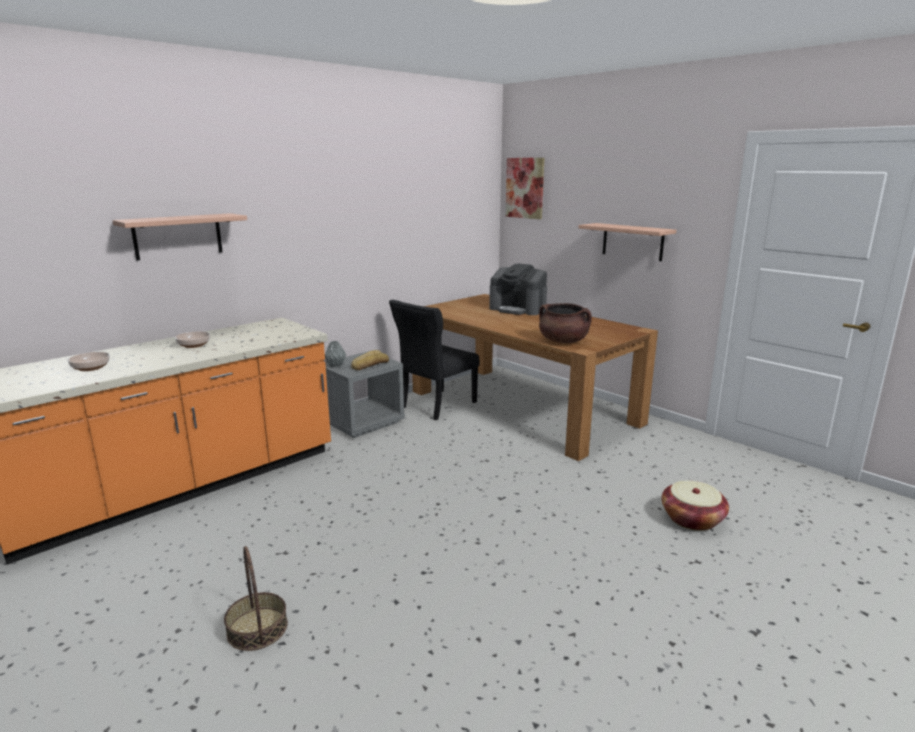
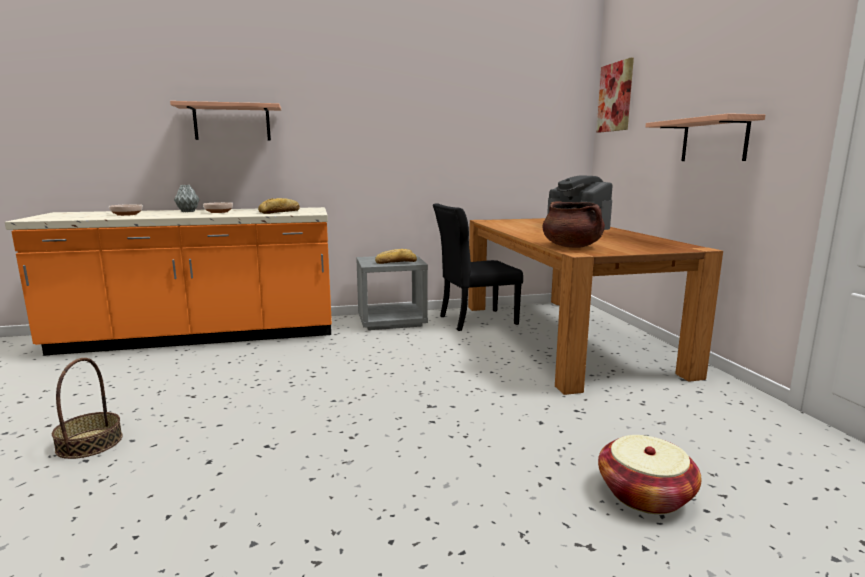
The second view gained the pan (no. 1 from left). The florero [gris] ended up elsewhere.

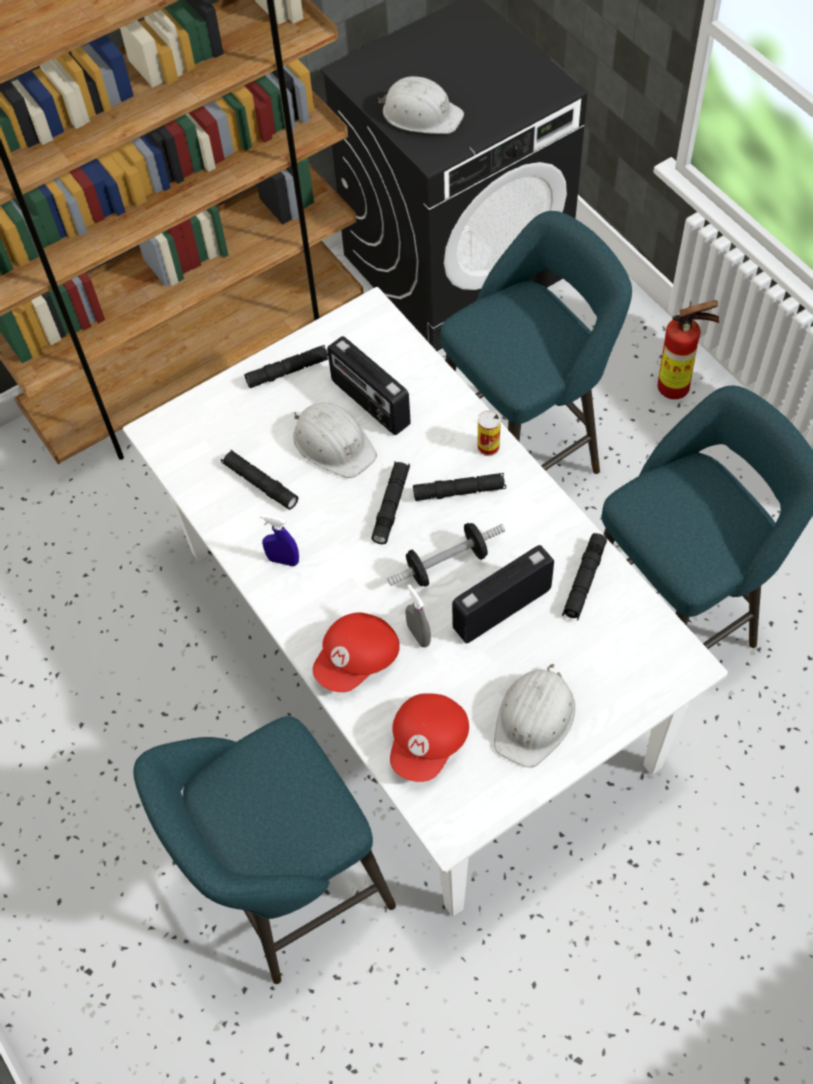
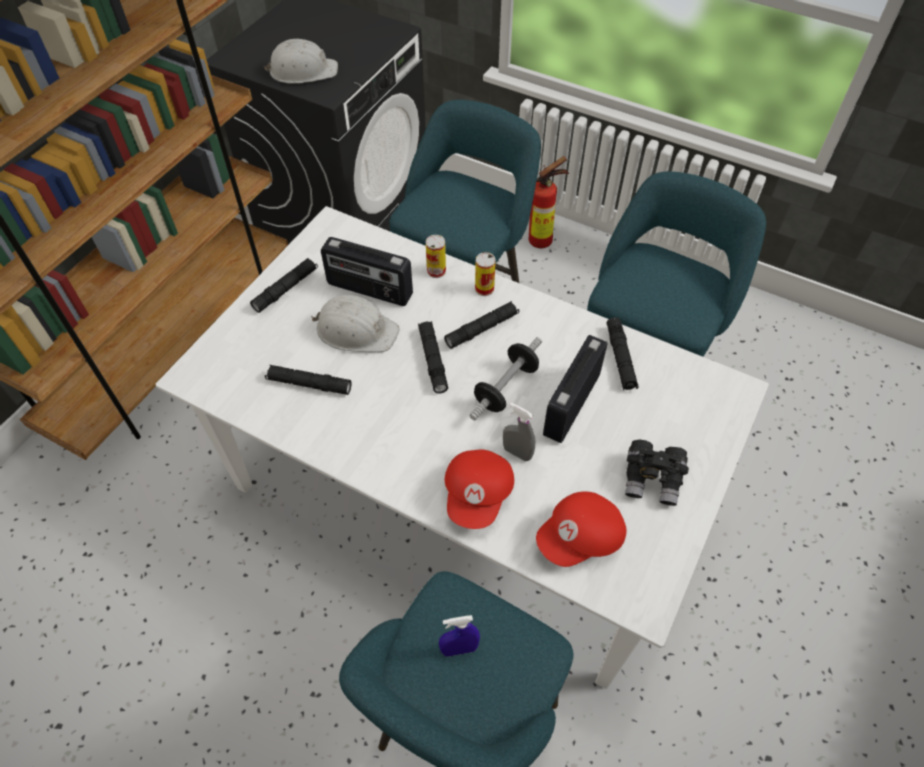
The second view gained the lata (no. 1 from left). The pulverizador [azul] ended up elsewhere. Where the casco [blanco] (no. 3 from left) stood, the prismáticos [negro] came to stand. The gorra [rojo] (no. 2 from left) ended up facing another way, 60 degrees clockwise from before.

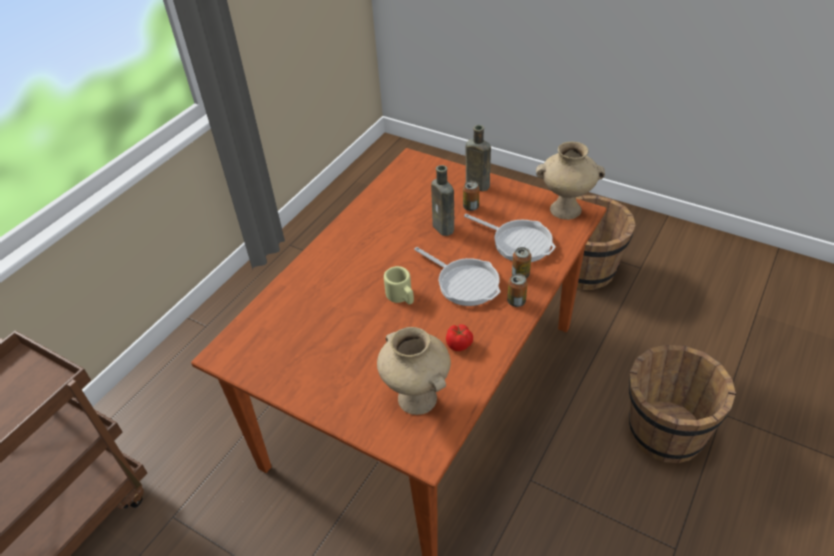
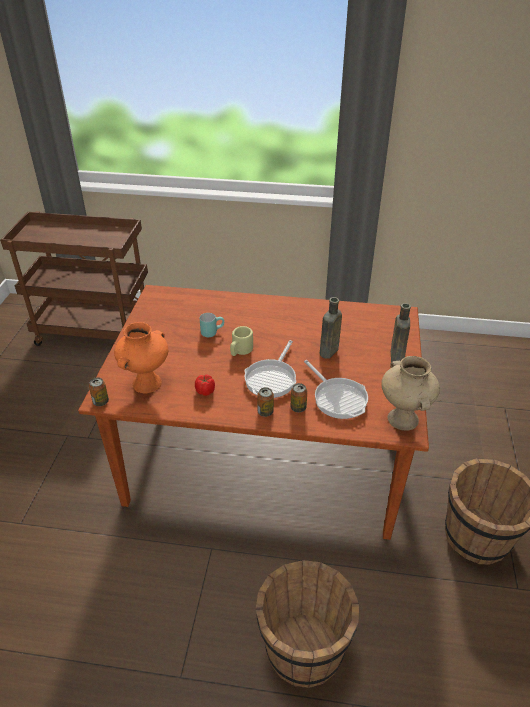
The second view gained the taza grande [turquesa]. The lata (no. 1 from left) ended up elsewhere. What was the florero [beis] (no. 1 from left) turned into the florero [naranja]. The sartén (no. 2 from left) ended up facing another way, 45 degrees counterclockwise from before.

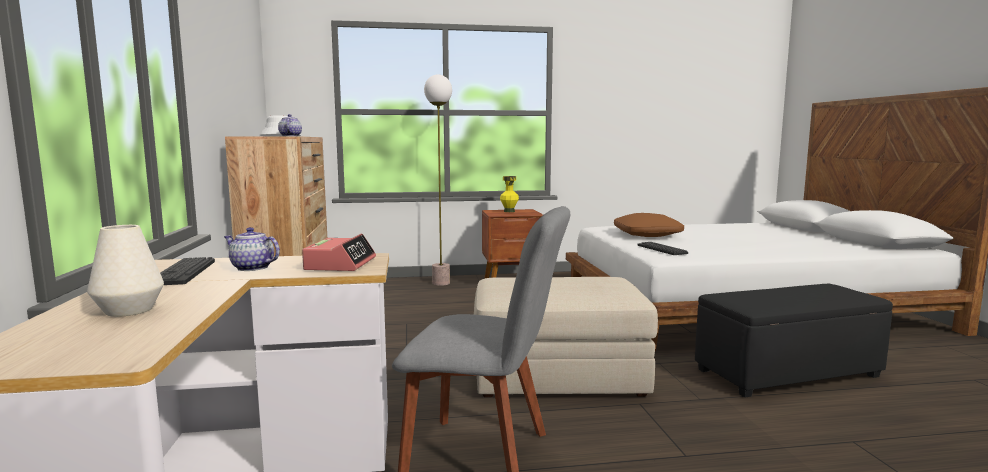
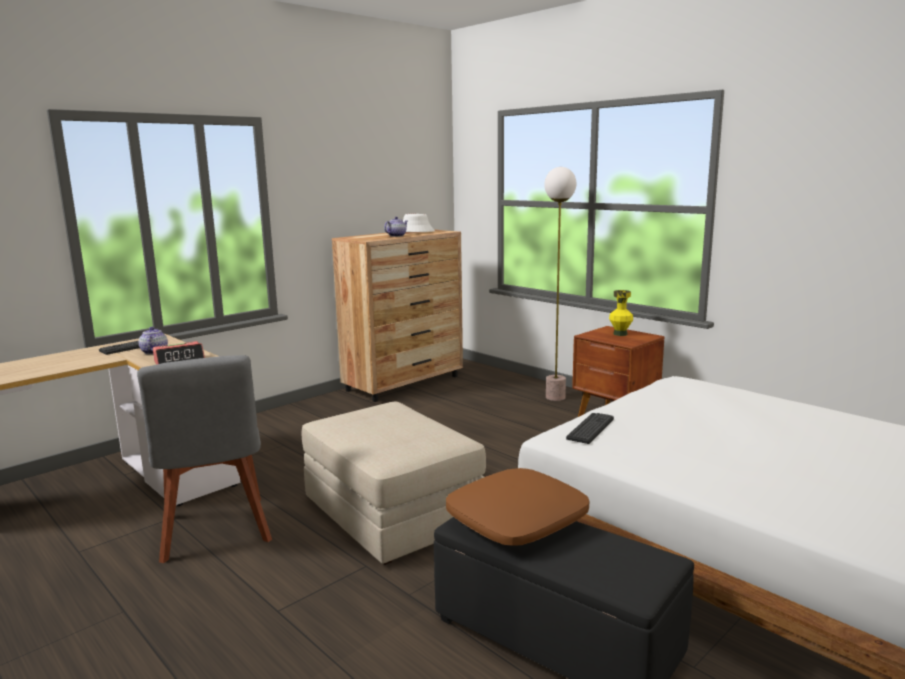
The second view lost the florero [blanco]. The cojín [marrón] ended up elsewhere.

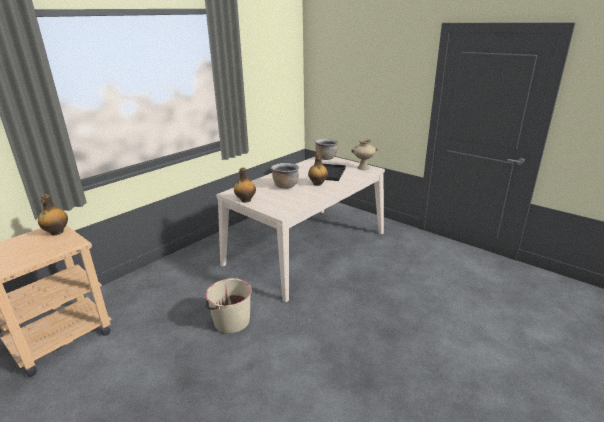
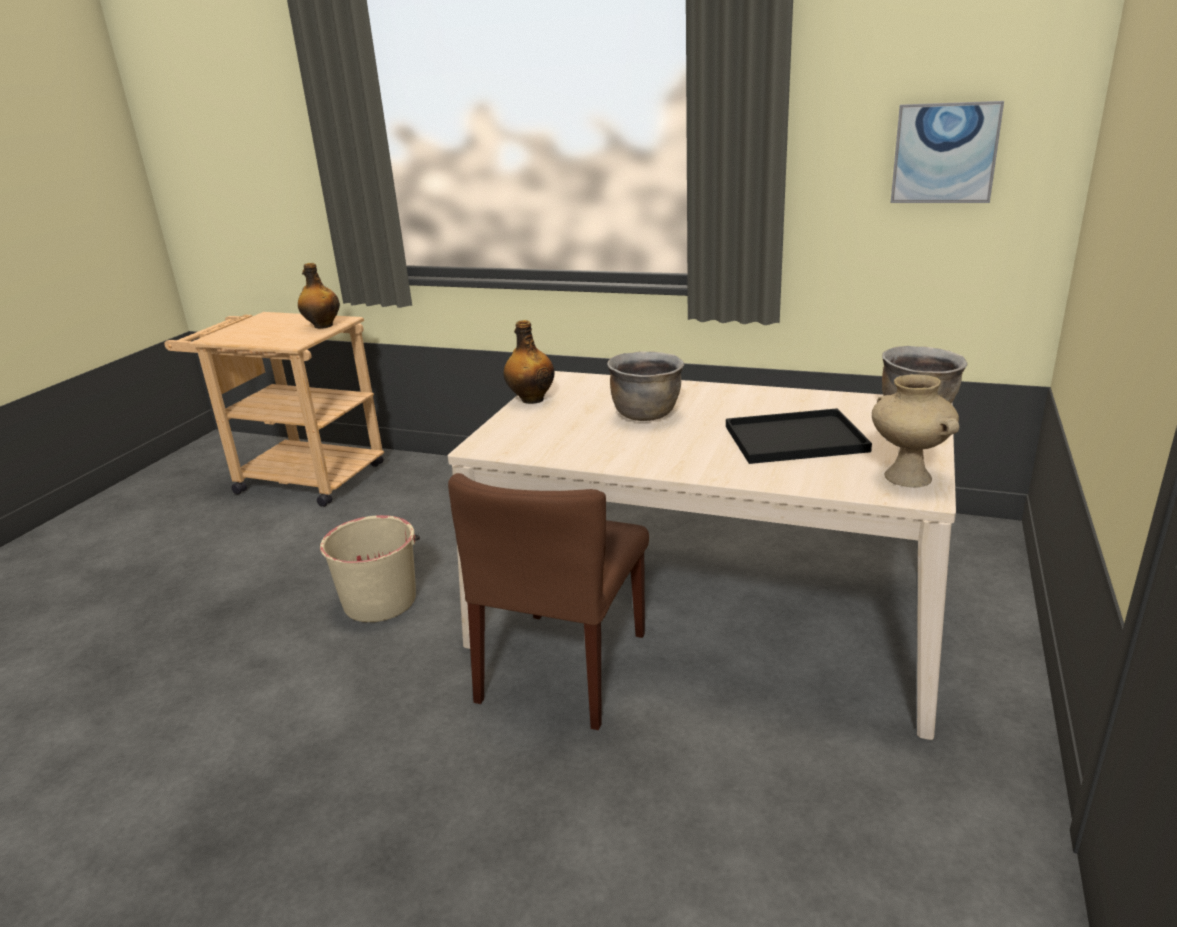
The second view lost the botella (no. 3 from left). The second view gained the silla [marrón]. The second view gained the cuadro.

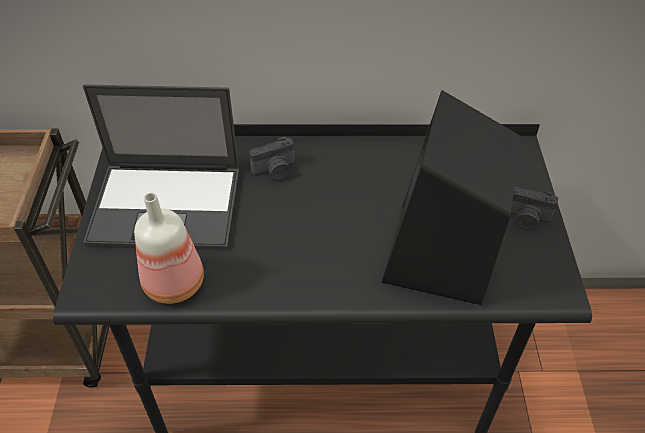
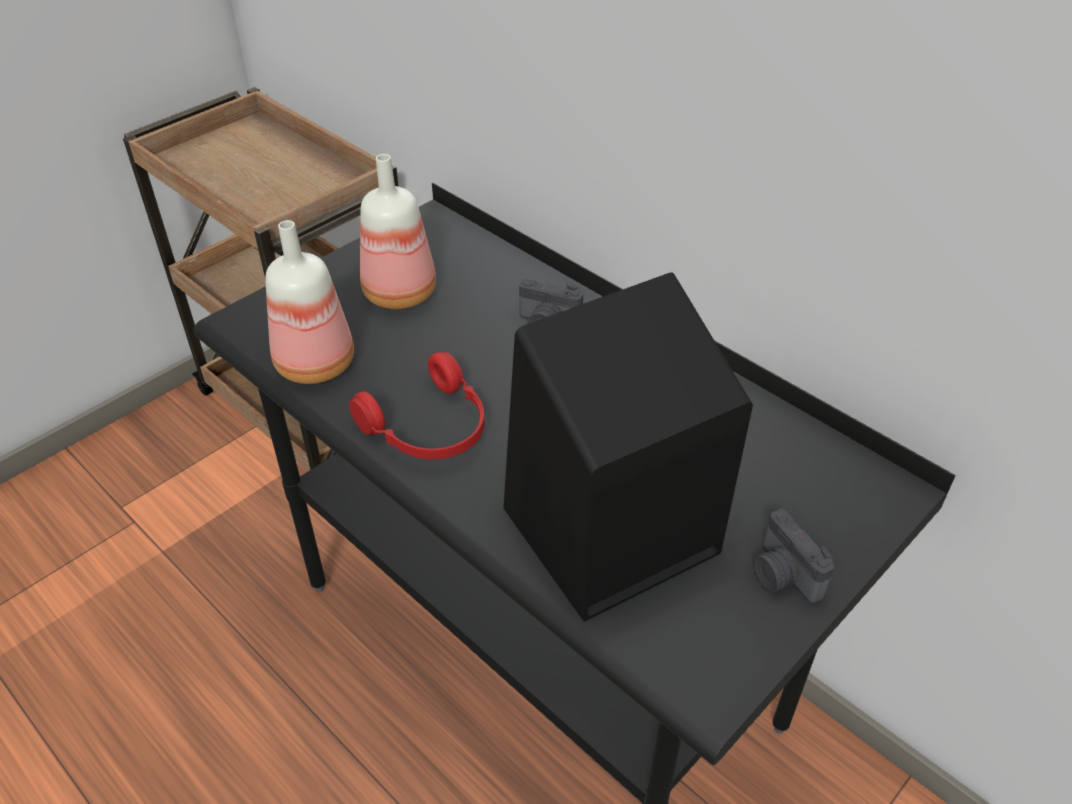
The second view gained the auriculares [rojo]. Where the portátil stood, the botella (no. 2 from left) came to stand.

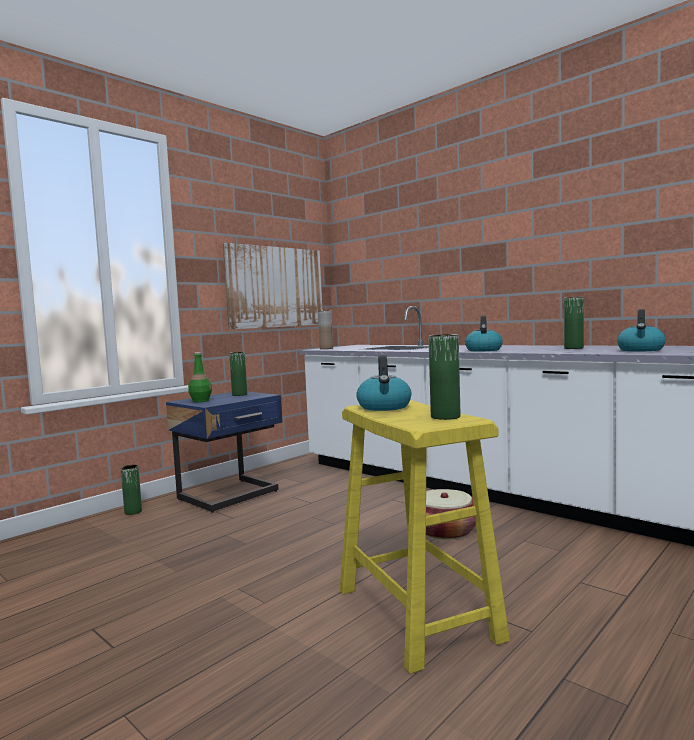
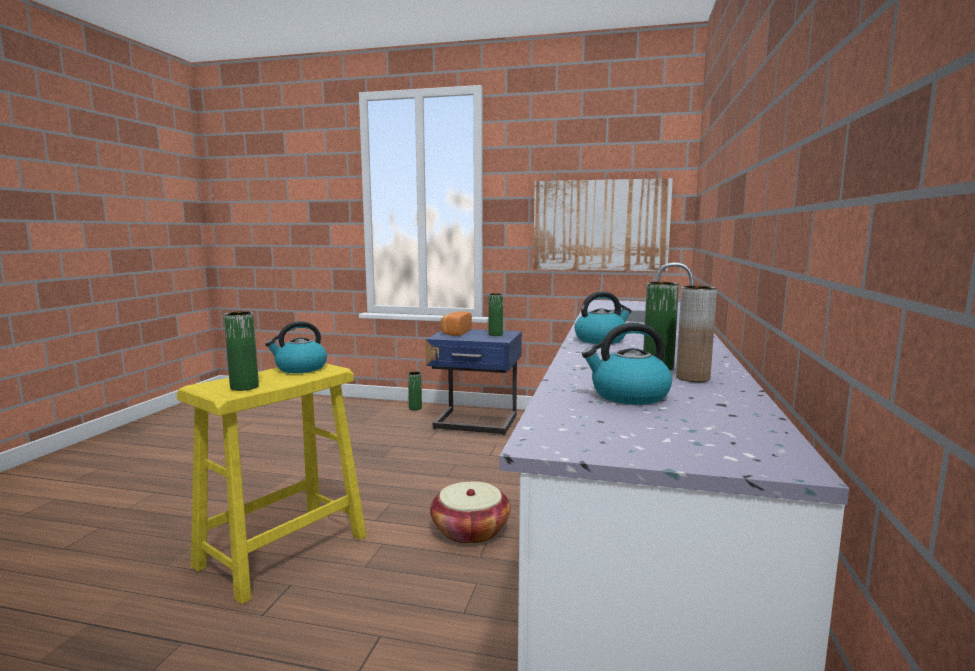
The florero [marrón] ended up elsewhere. Where the botella [verde] stood, the pan came to stand.

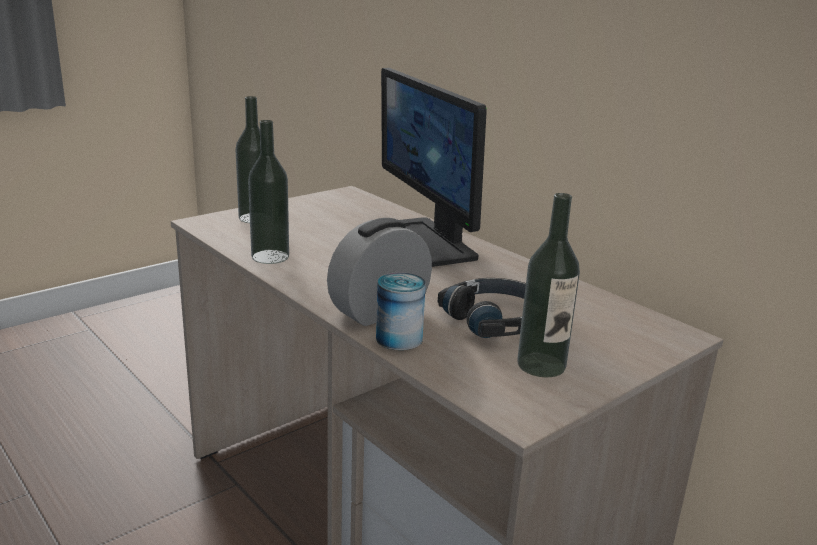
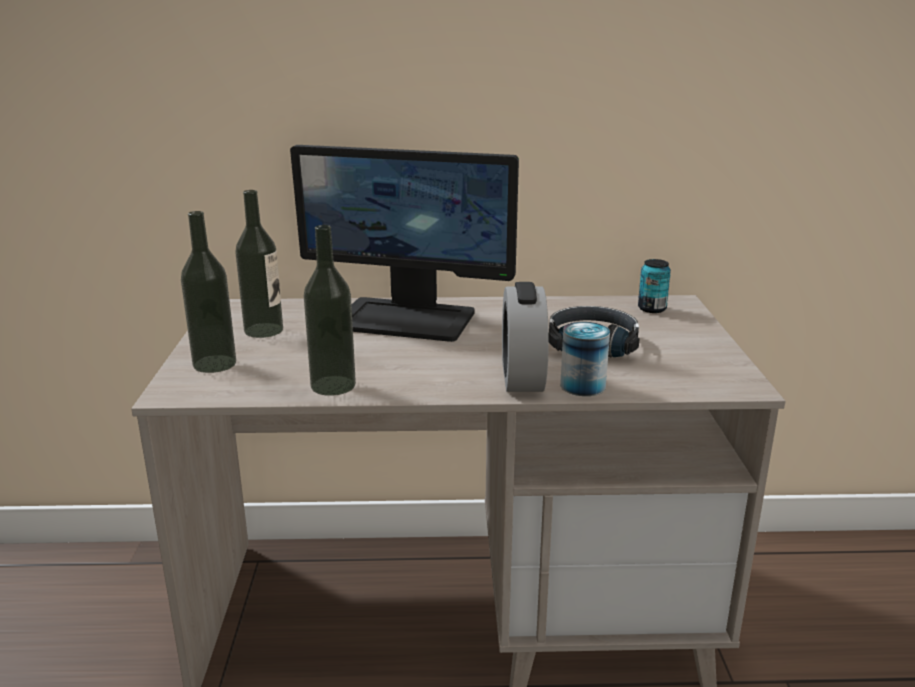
The second view gained the lata (no. 2 from left). The botella (no. 3 from left in the first image) ended up elsewhere.

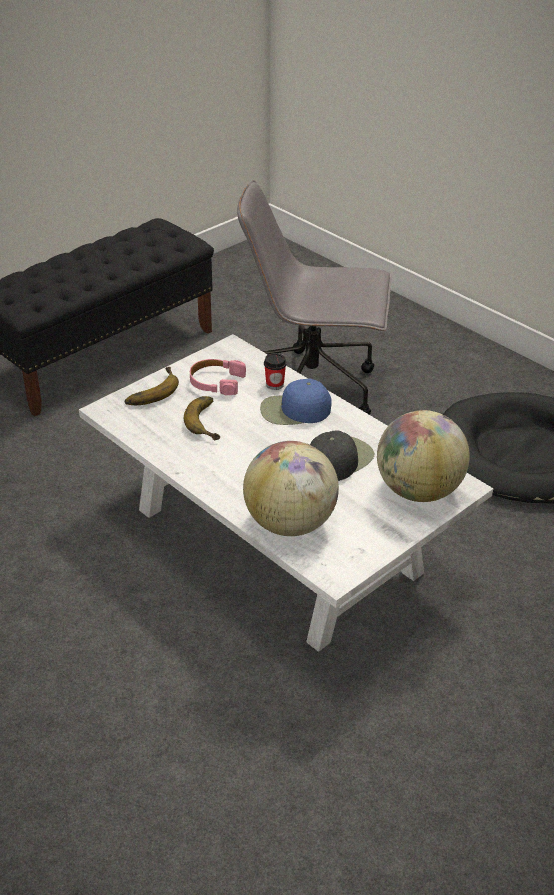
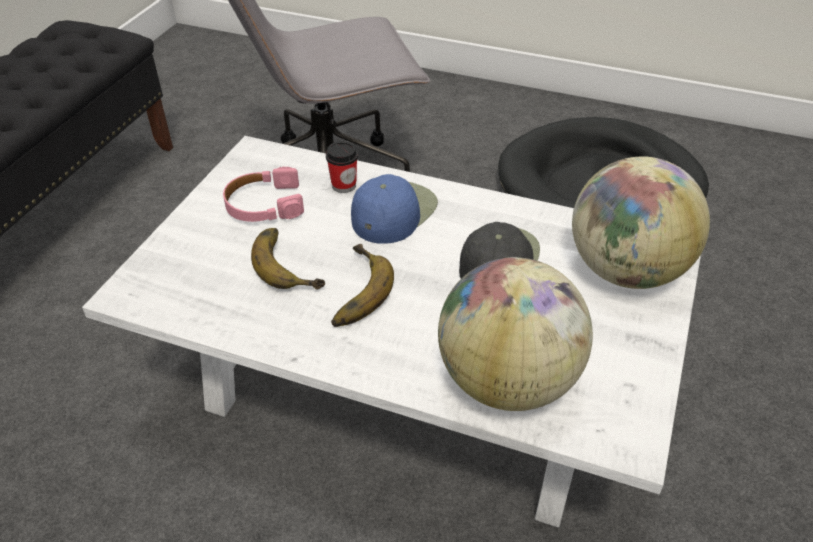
The plátano (no. 1 from left in the first image) ended up elsewhere. The gorra [azul] ended up facing another way, 150 degrees clockwise from before.

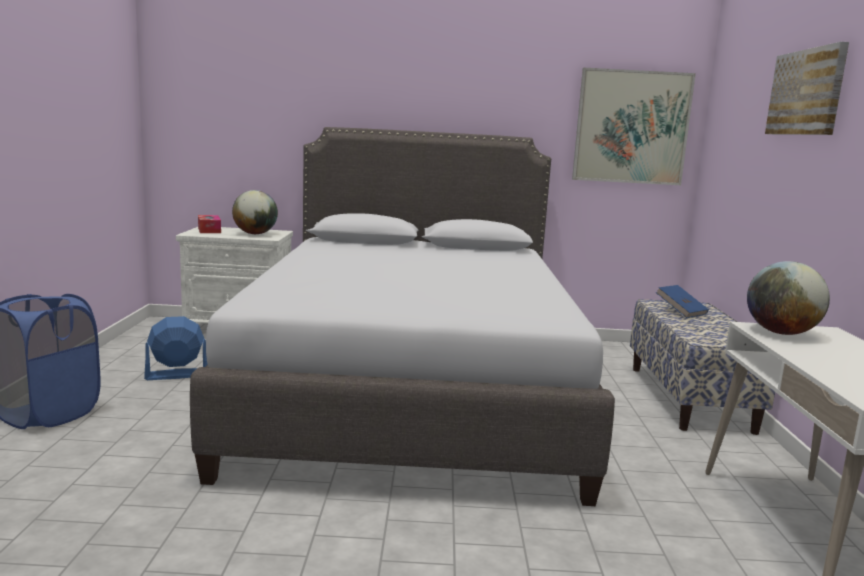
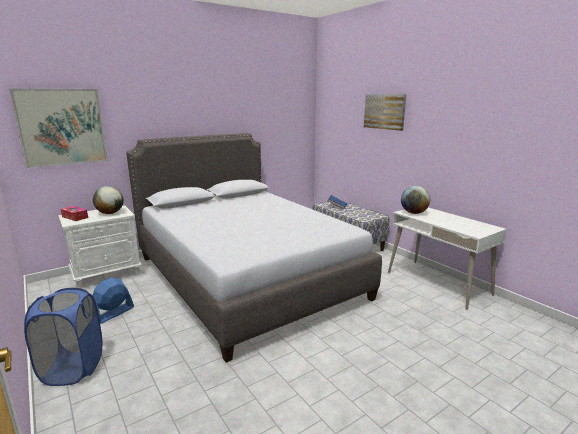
The cuadro (no. 1 from left) ended up elsewhere.

